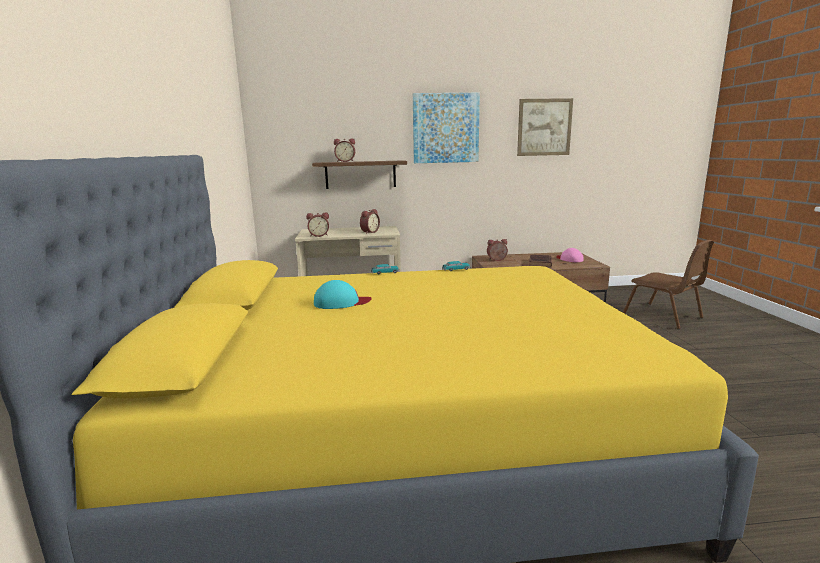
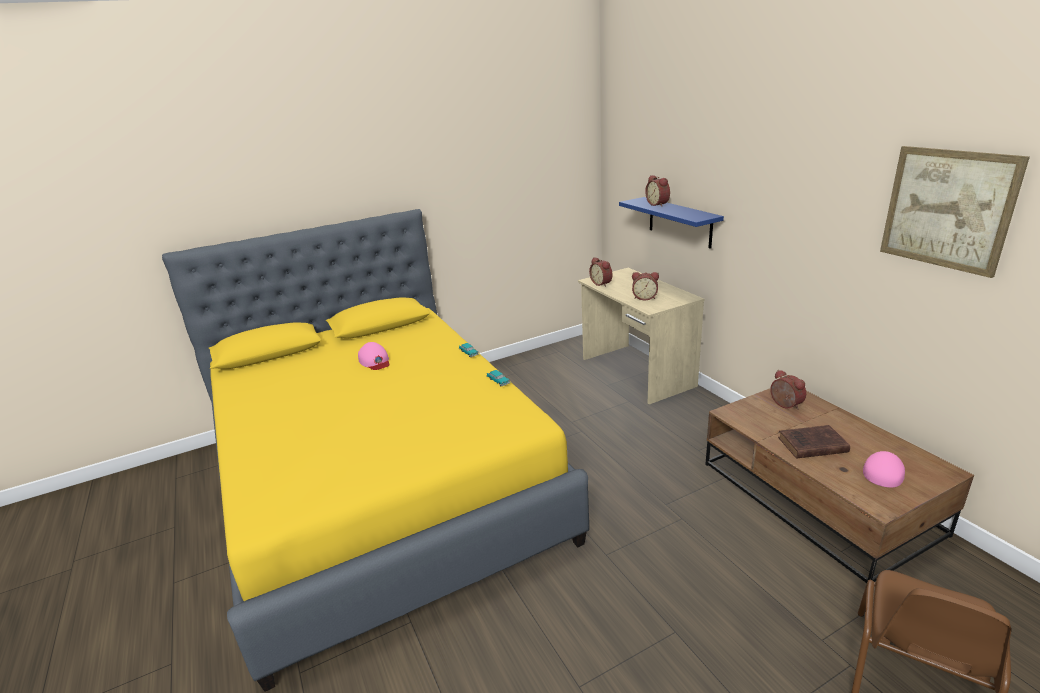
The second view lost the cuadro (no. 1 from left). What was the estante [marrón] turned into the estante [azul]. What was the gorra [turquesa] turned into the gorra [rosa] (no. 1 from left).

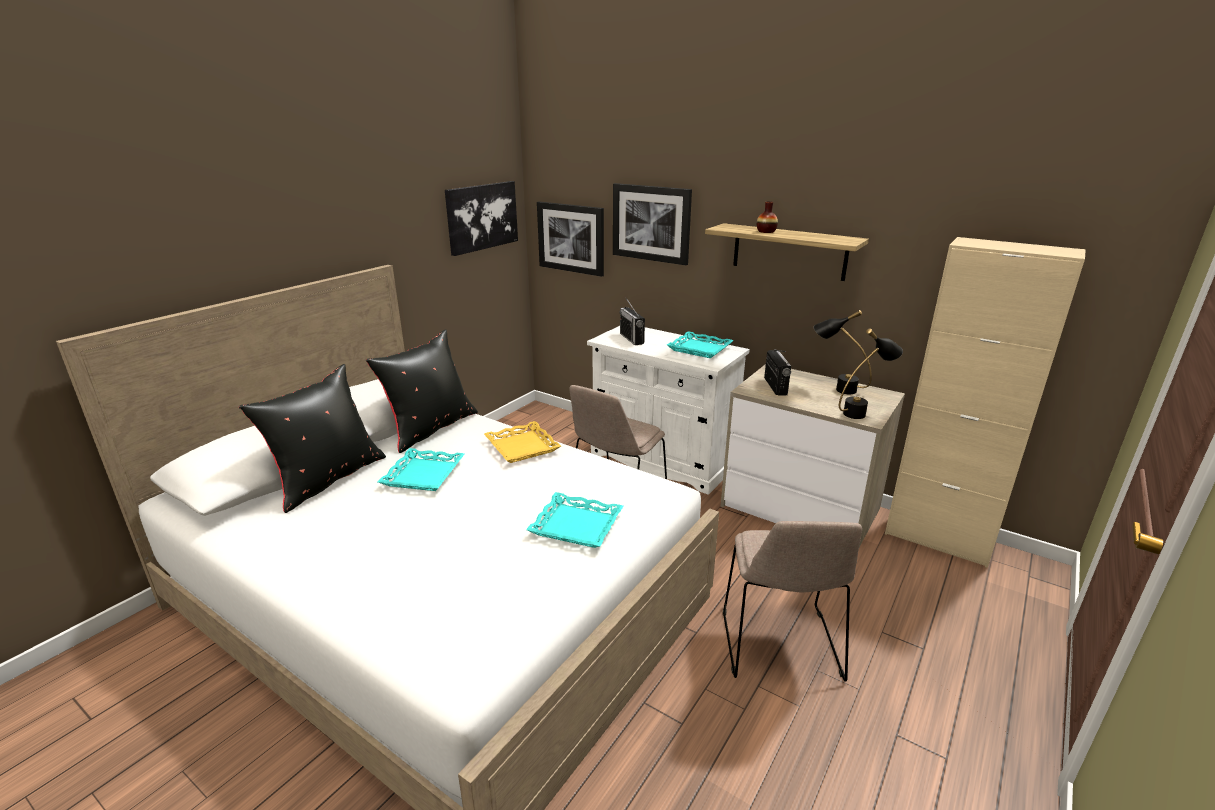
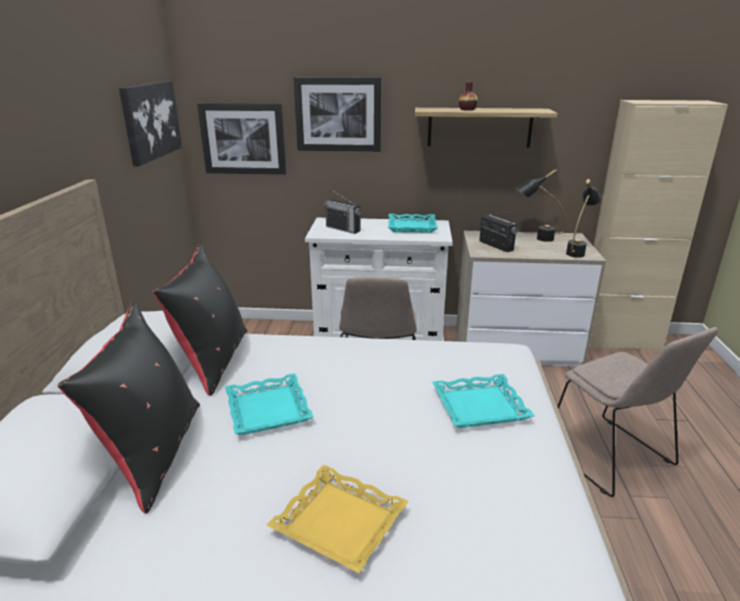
The bandeja [amarillo] ended up elsewhere.

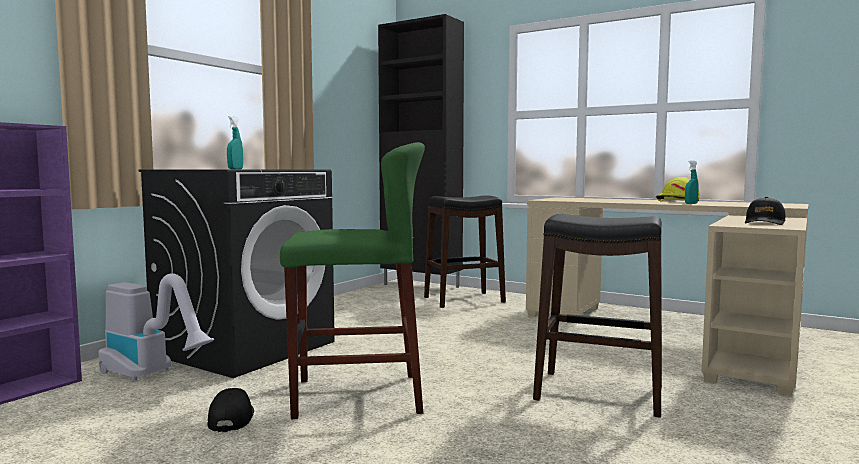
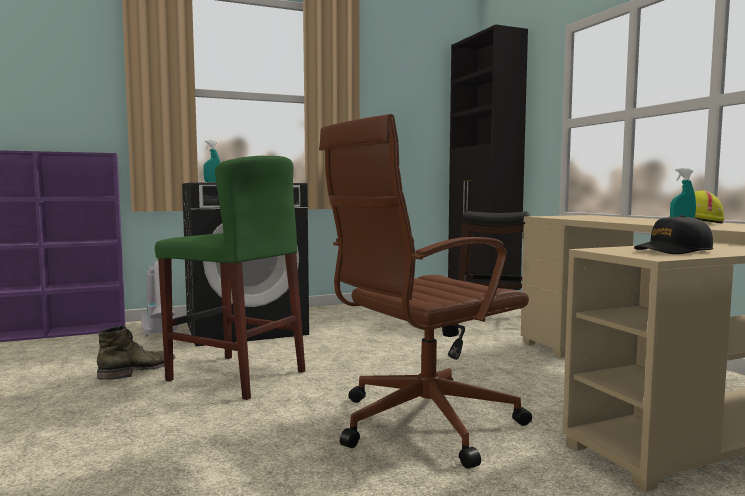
Where the gorra [negro] (no. 1 from left) stood, the bota [verde] came to stand. Where the taburete [negro] (no. 2 from left) stood, the silla de oficina [marrón] came to stand.

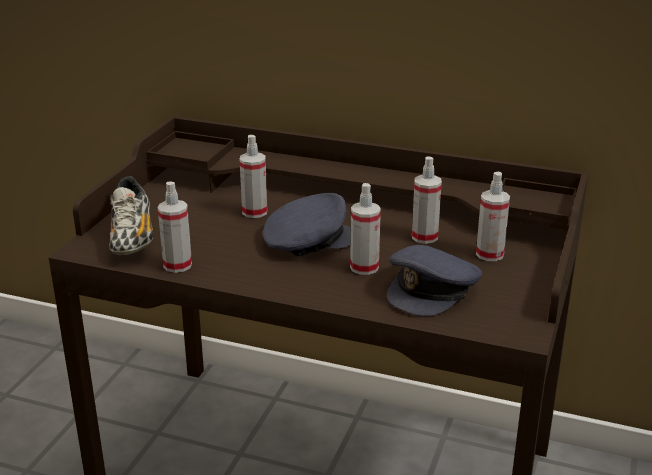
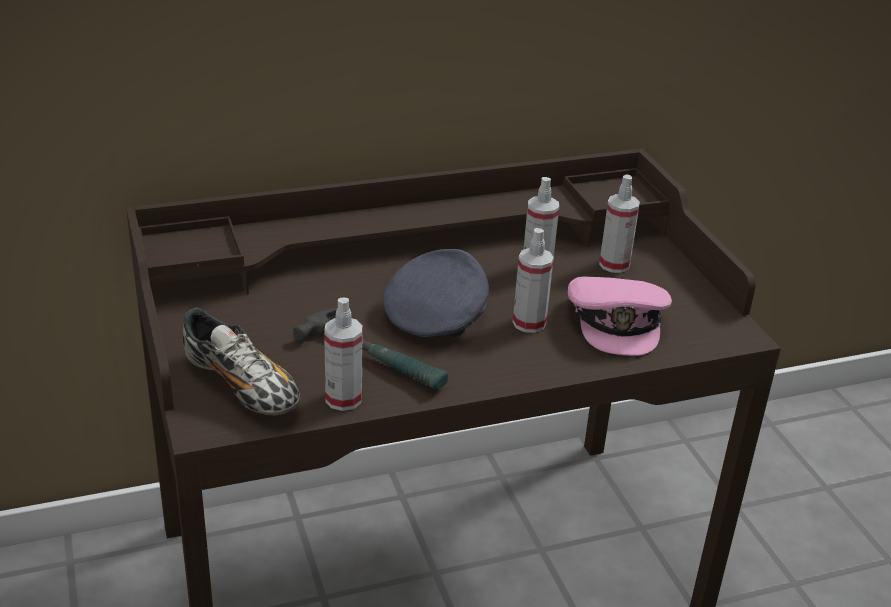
The second view lost the pulverizador (no. 2 from left). The second view gained the martillo. What was the gorra [gris] (no. 2 from left) turned into the gorra [rosa].

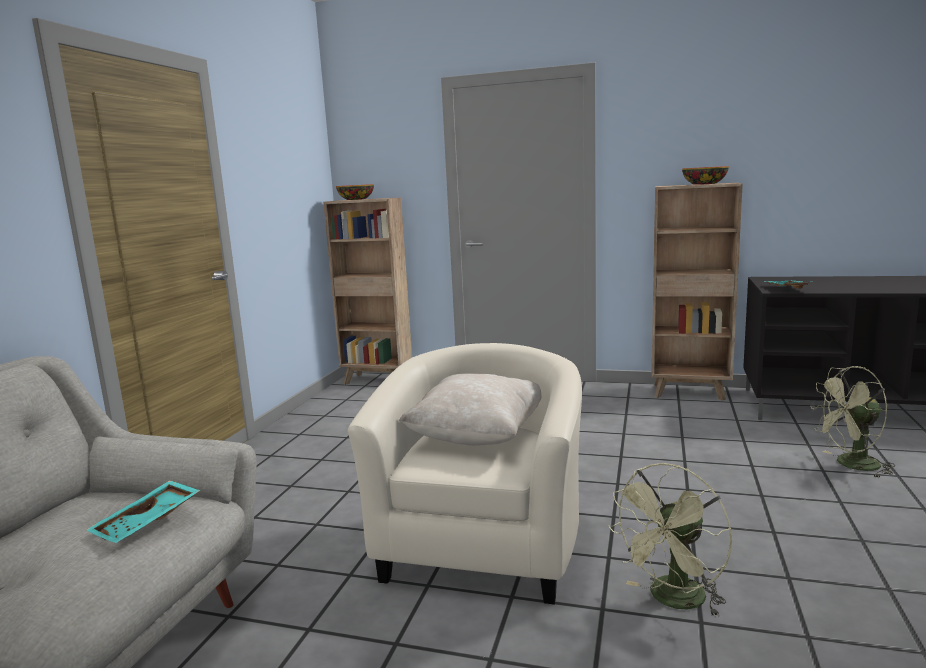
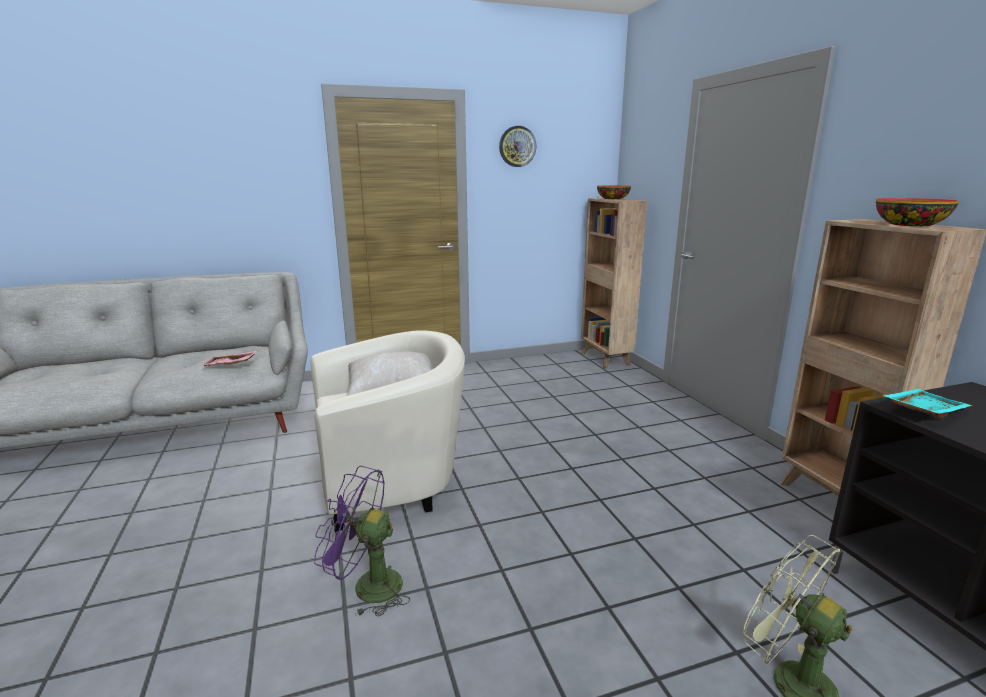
The second view gained the reloj de pared. What was the bandeja [turquesa] (no. 1 from left) turned into the bandeja [rosa]. What was the ventilador [verde] (no. 1 from left) turned into the ventilador [morado].

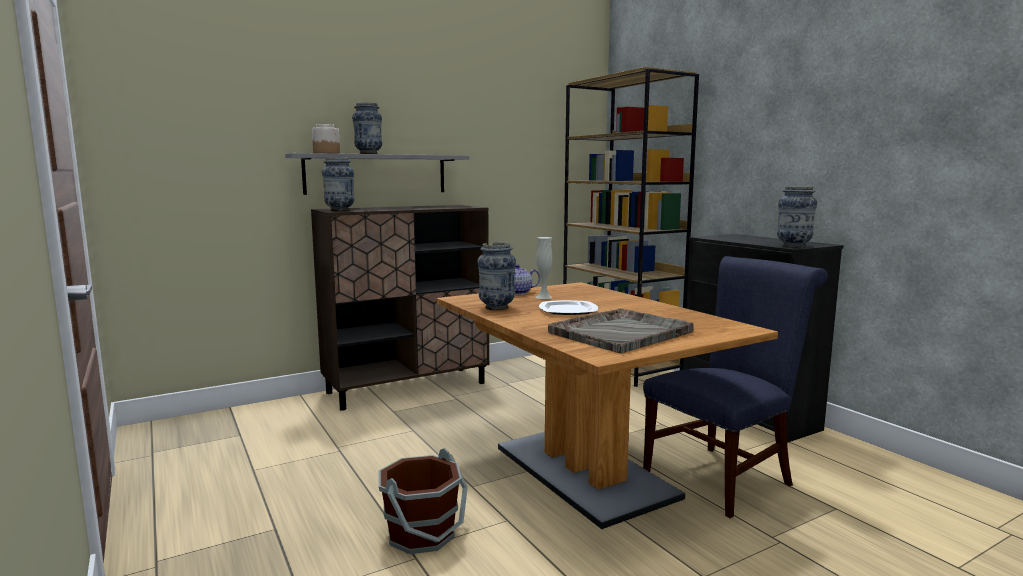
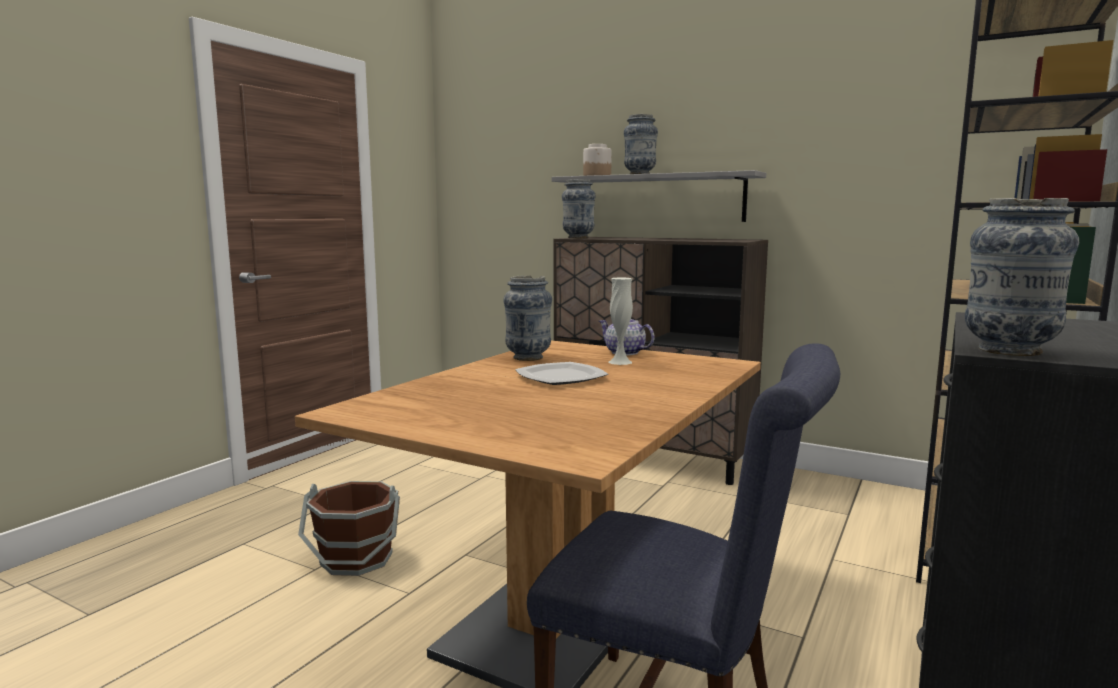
The second view lost the bandeja [gris].

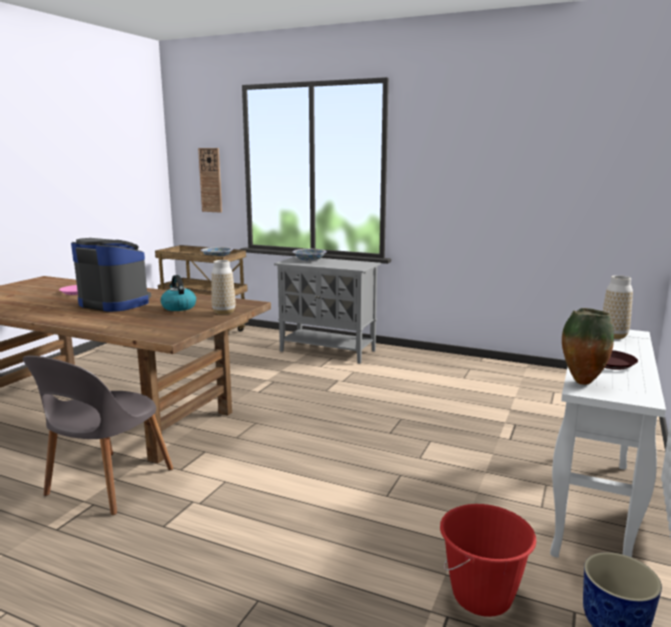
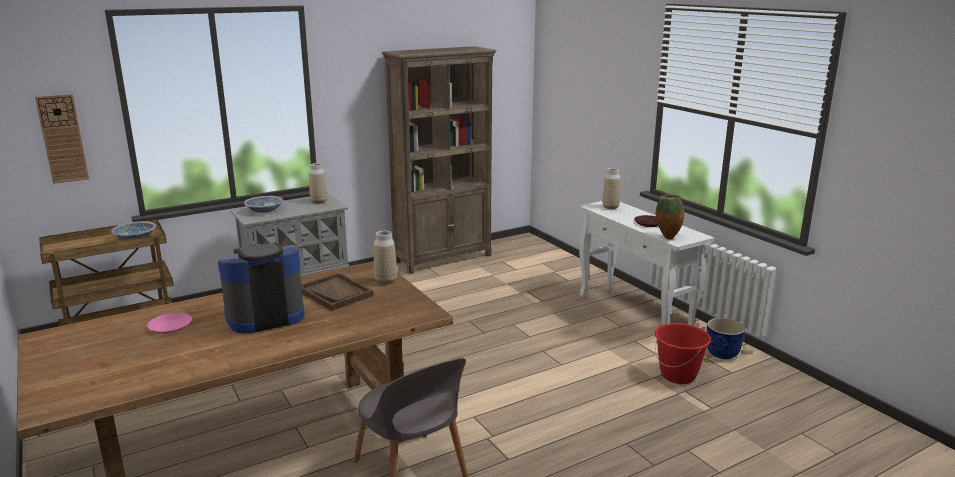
The second view gained the florero (no. 1 from left). The second view gained the estantería [marrón]. Where the hervidor stood, the bandeja [marrón] came to stand.

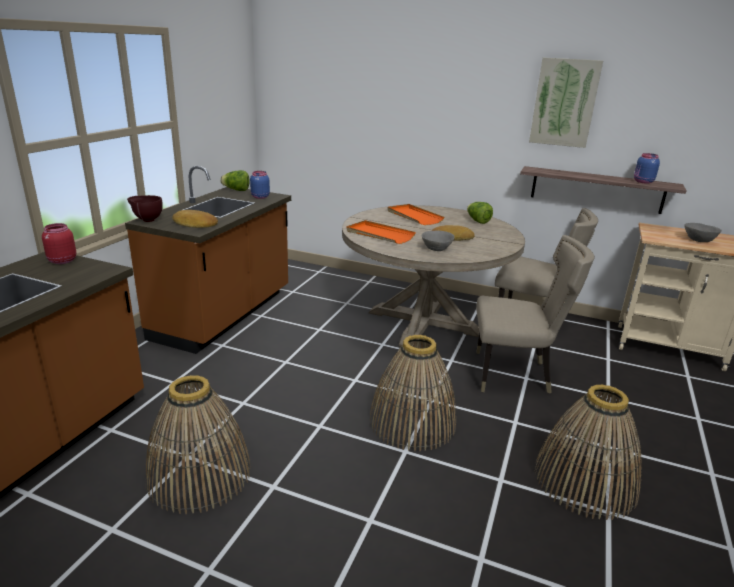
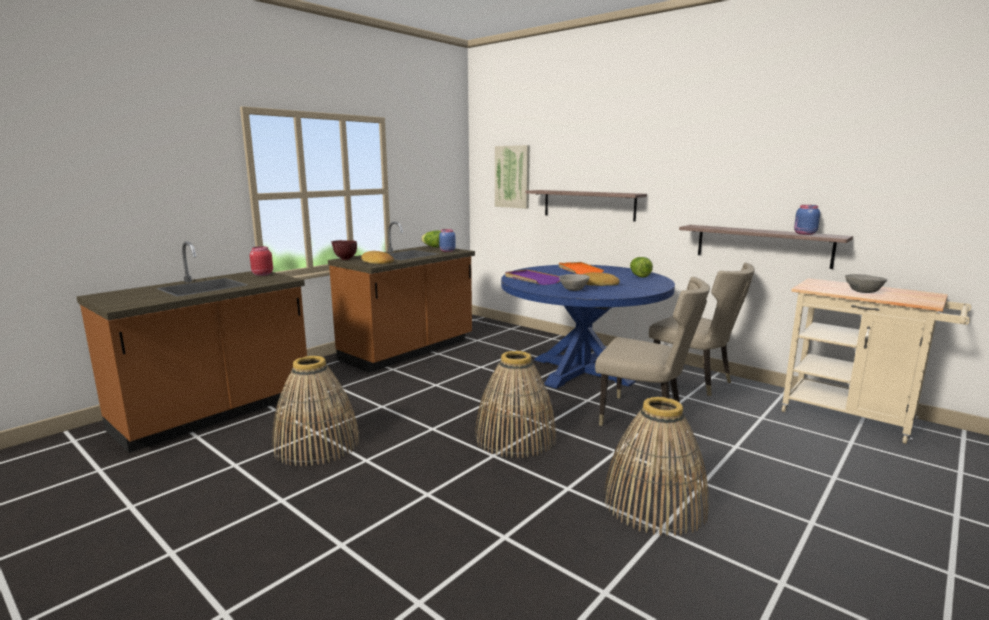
The second view gained the estante (no. 1 from left). The cuadro ended up elsewhere. What was the mesa de comedor [beis] turned into the mesa de comedor [azul]. What was the bandeja [naranja] (no. 1 from left) turned into the bandeja [morado].

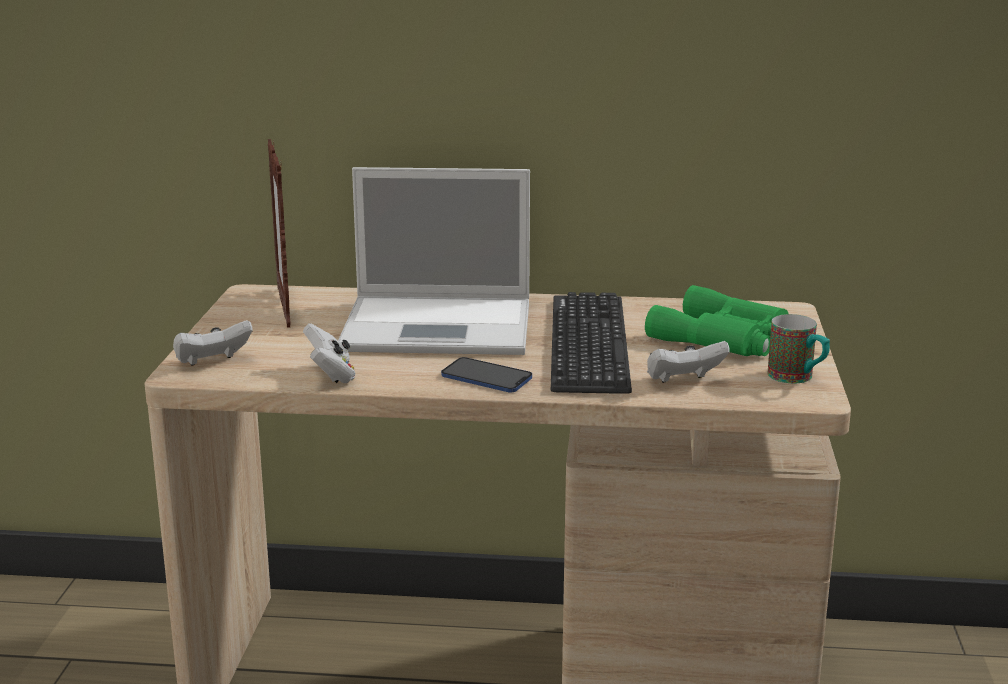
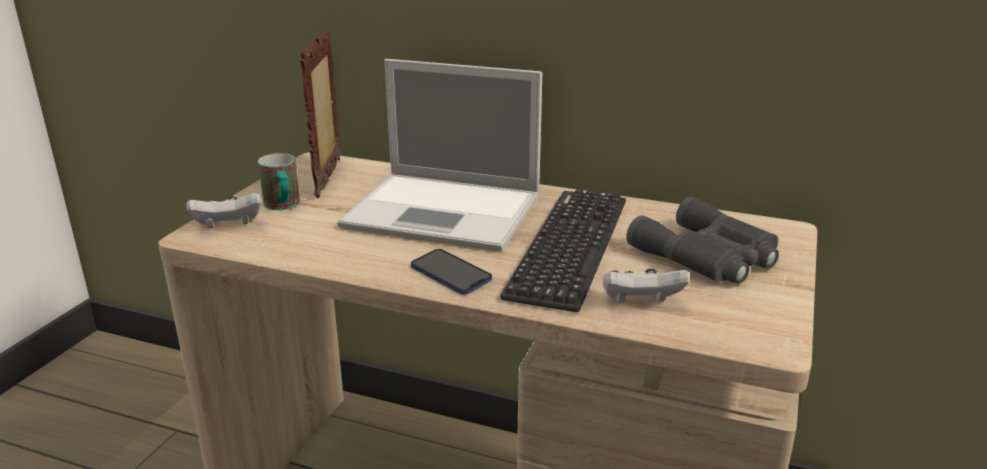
The second view lost the mando de consola [blanco] (no. 2 from left). The taza grande ended up elsewhere. What was the prismáticos [verde] turned into the prismáticos [gris].

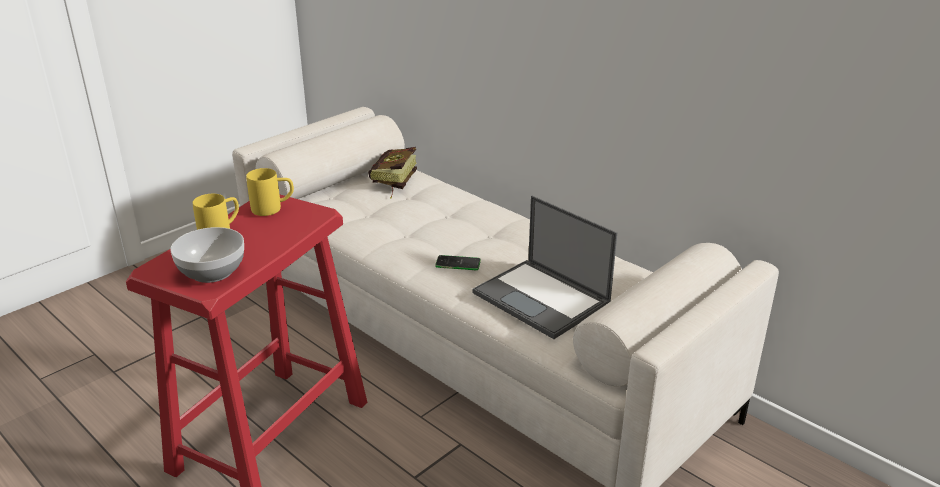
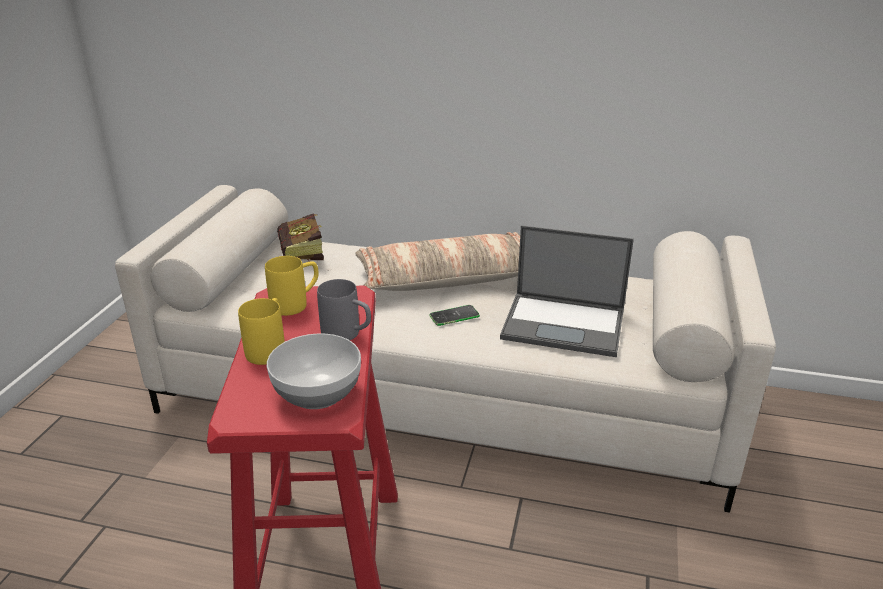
The second view gained the taza grande [gris]. The second view gained the cojín.

